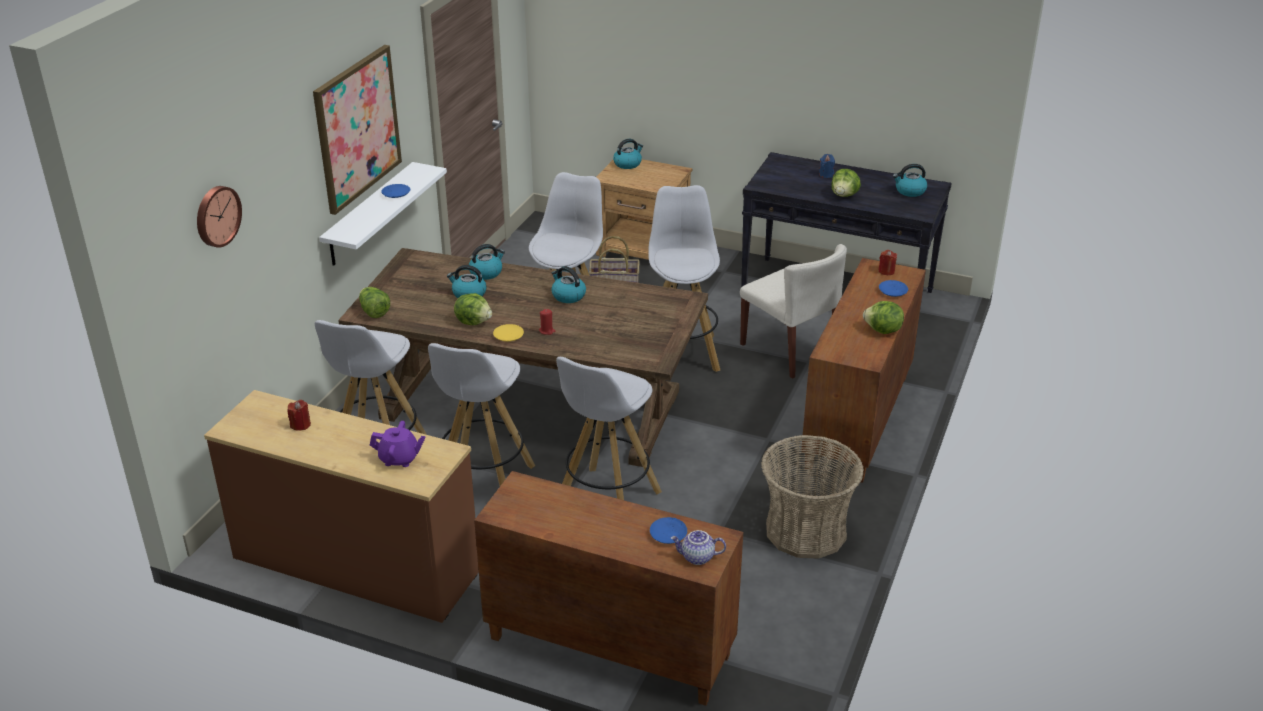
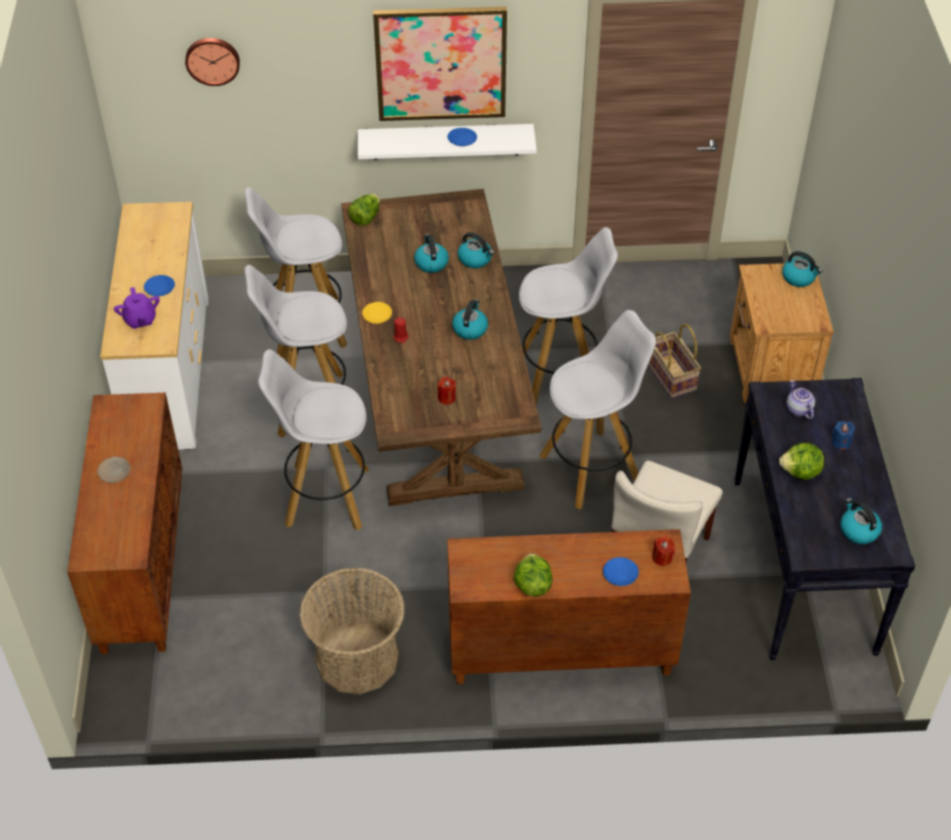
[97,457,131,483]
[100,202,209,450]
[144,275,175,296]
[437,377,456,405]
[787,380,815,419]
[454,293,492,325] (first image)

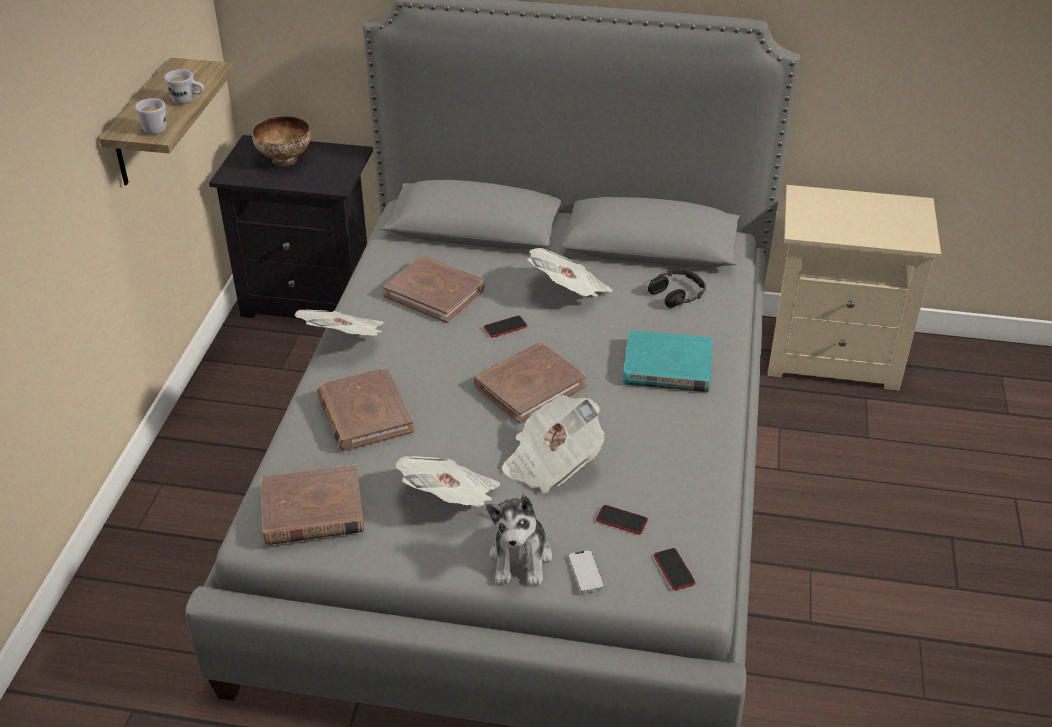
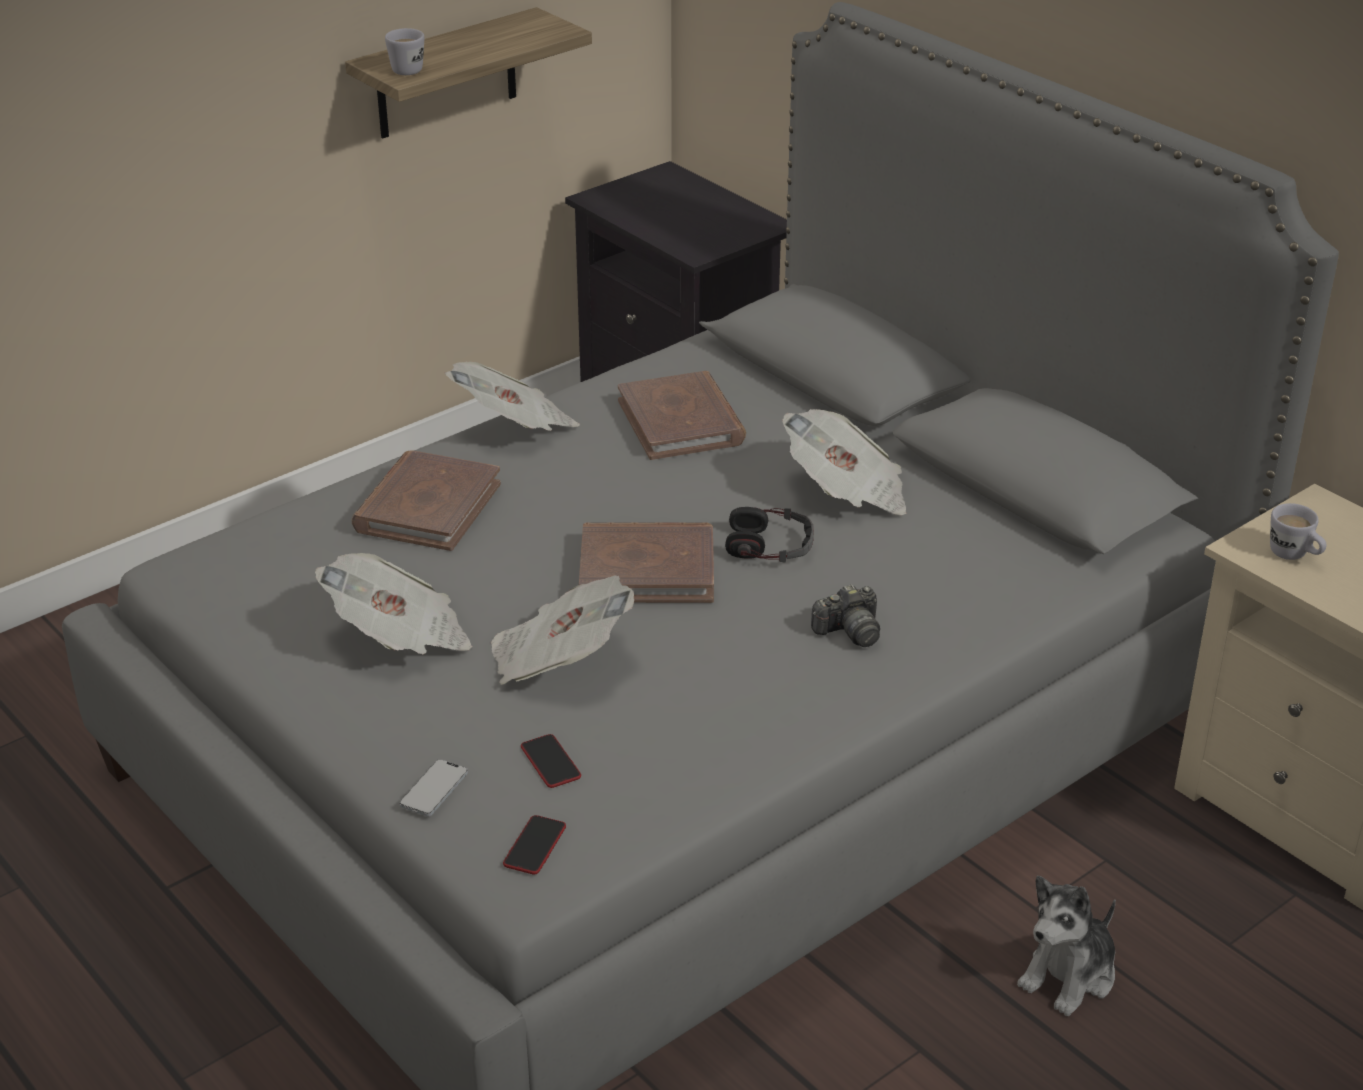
[725,507,814,563]
[811,584,880,647]
[1017,876,1116,1016]
[1270,503,1327,560]
[252,116,311,166] (first image)
[260,465,364,545] (first image)
[484,316,527,337] (first image)

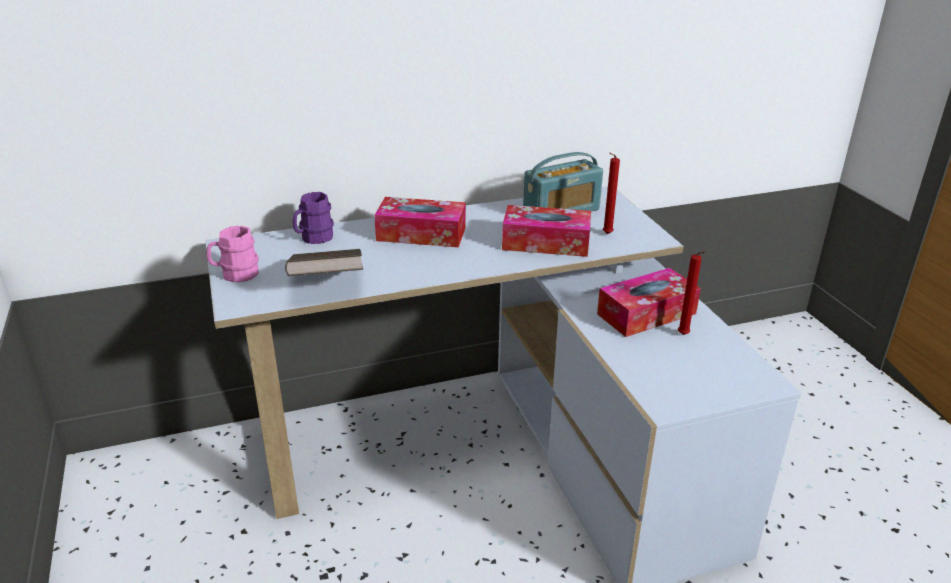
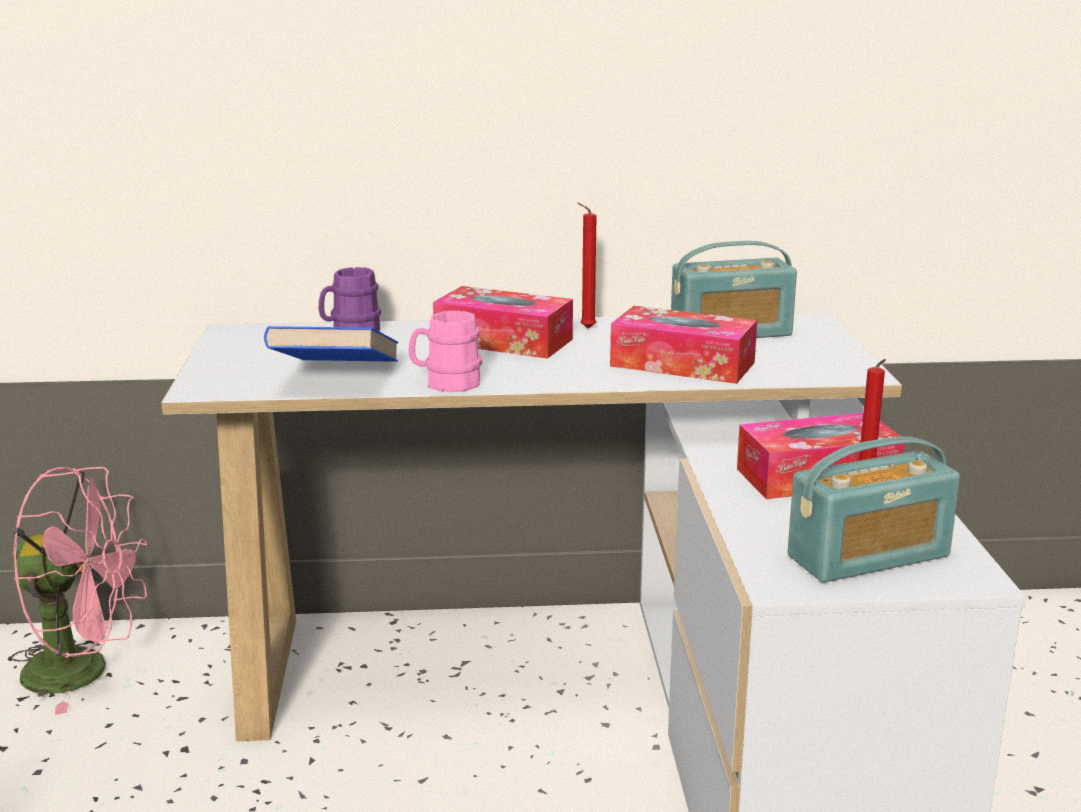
[11,467,147,715]
[264,326,398,362]
[409,311,482,392]
[577,203,597,329]
[788,436,960,583]

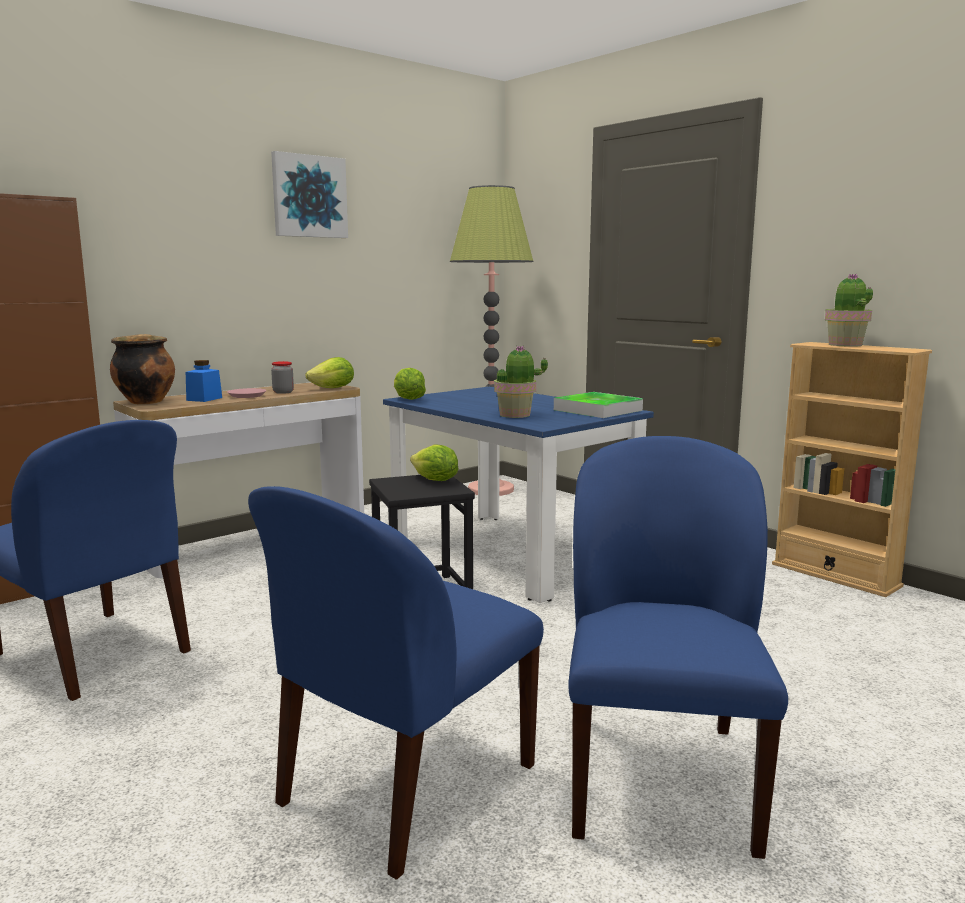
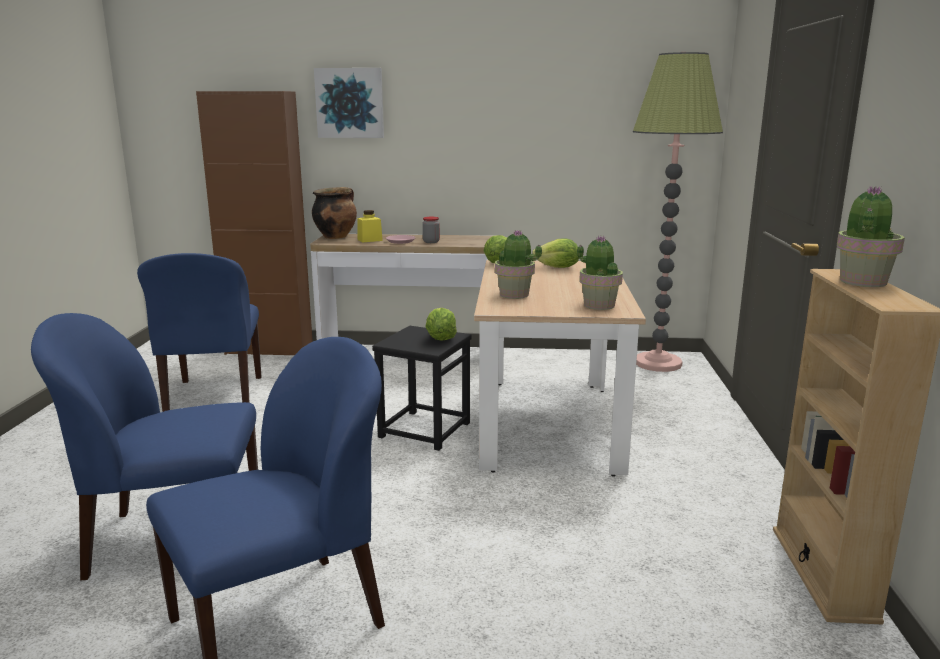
[314,68,384,138]
[358,210,383,243]
[474,260,646,477]
[532,238,579,268]
[577,235,623,310]

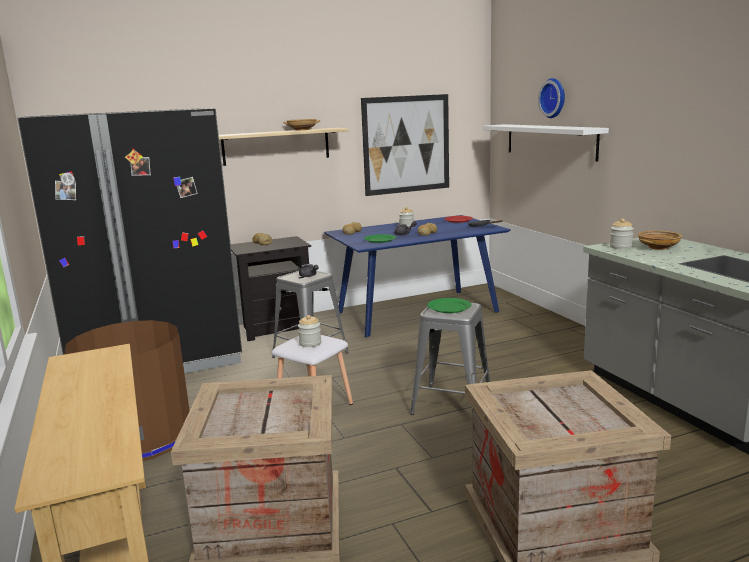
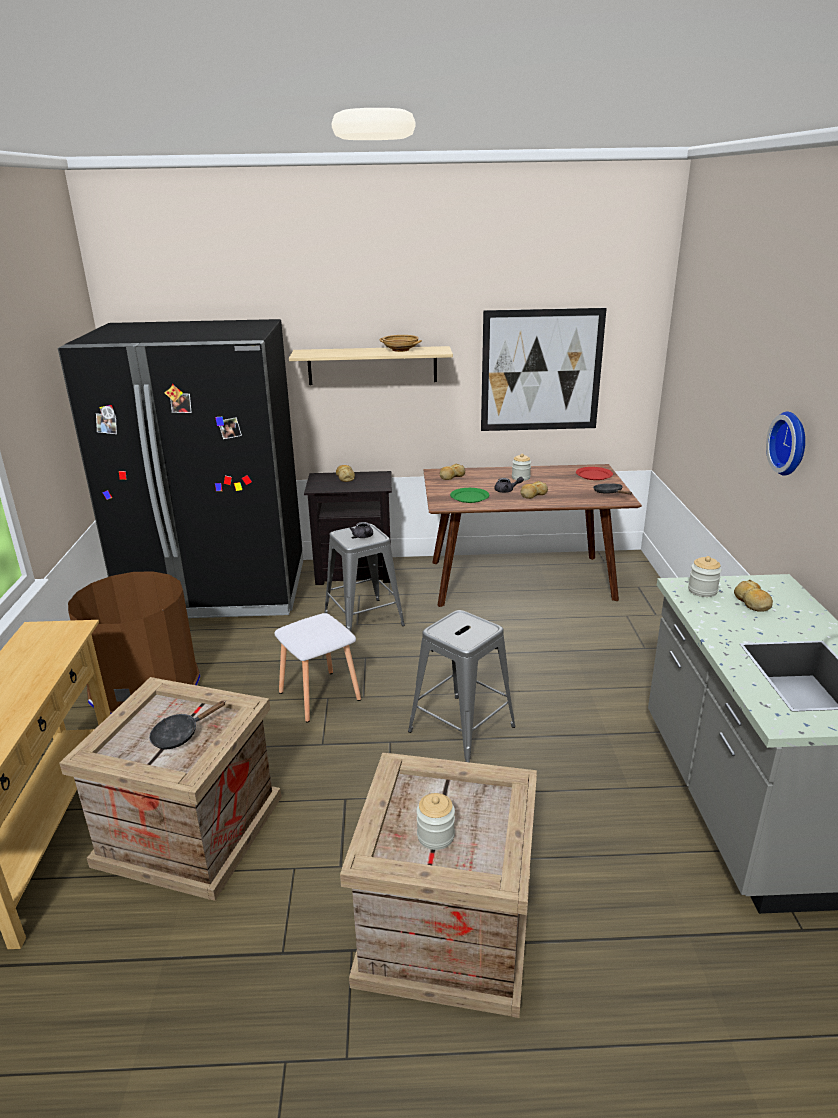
[149,701,226,749]
[416,793,455,850]
[423,464,642,607]
[734,580,773,612]
[766,412,805,476]
[427,298,472,313] (first image)
[483,124,609,162] (first image)

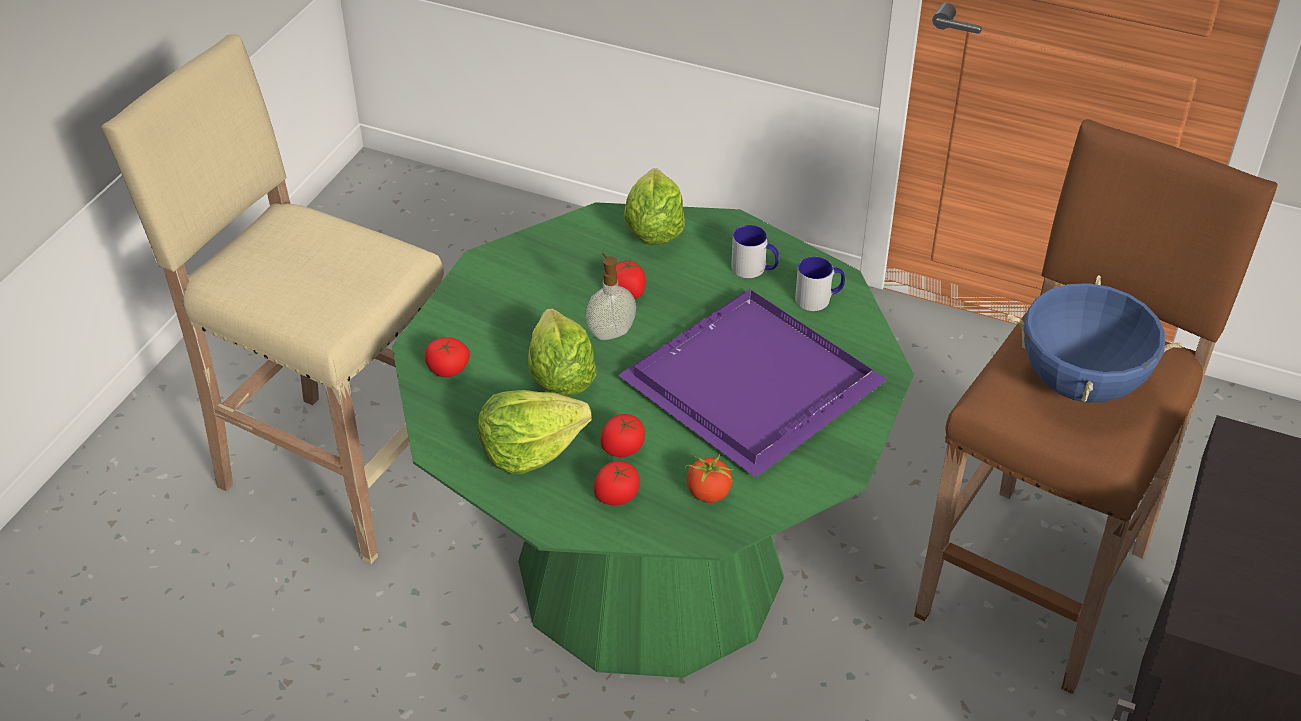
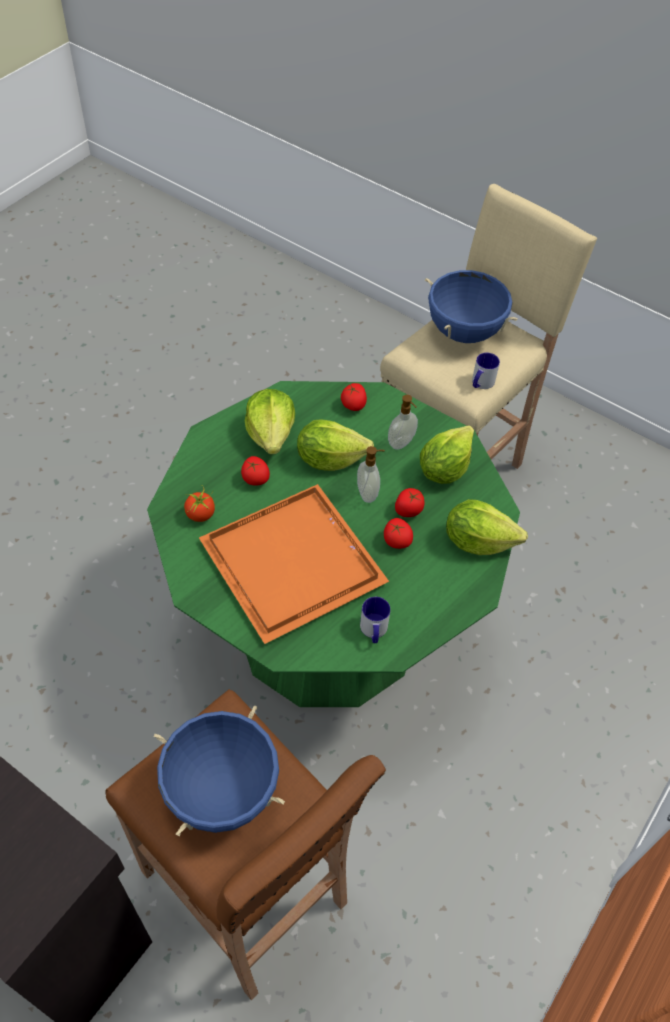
[199,484,389,644]
[384,518,413,549]
[388,395,418,450]
[420,425,474,484]
[425,270,517,343]
[472,353,500,389]

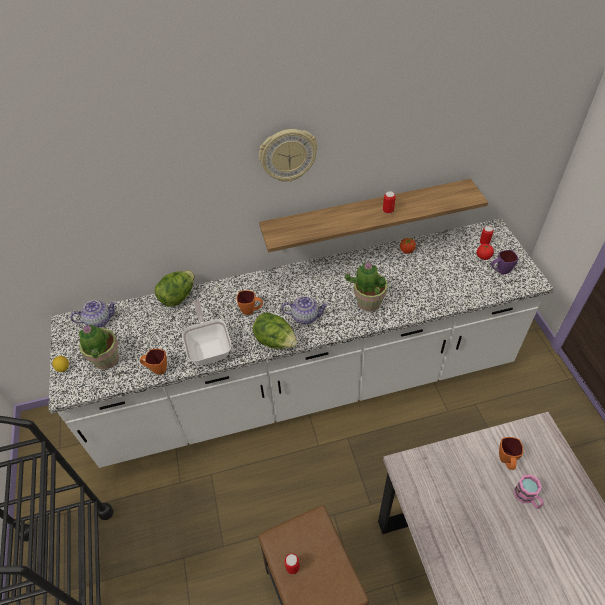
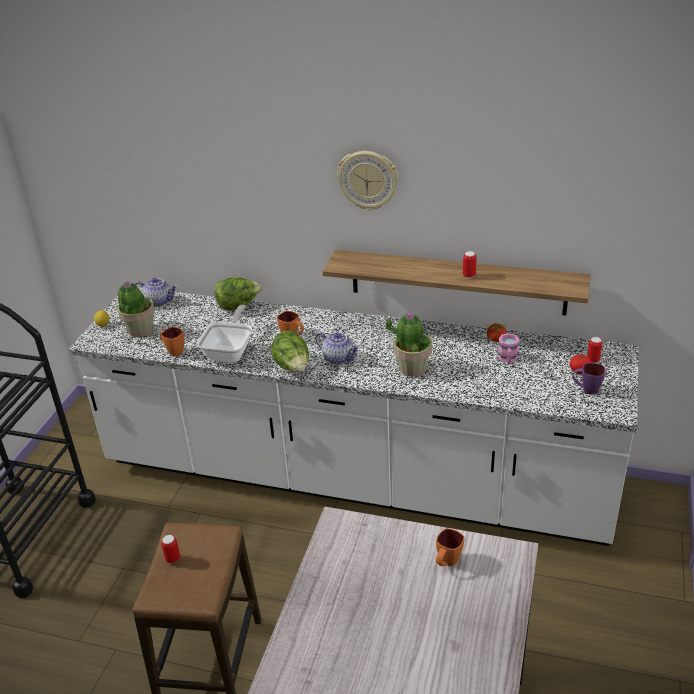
[498,333,519,364]

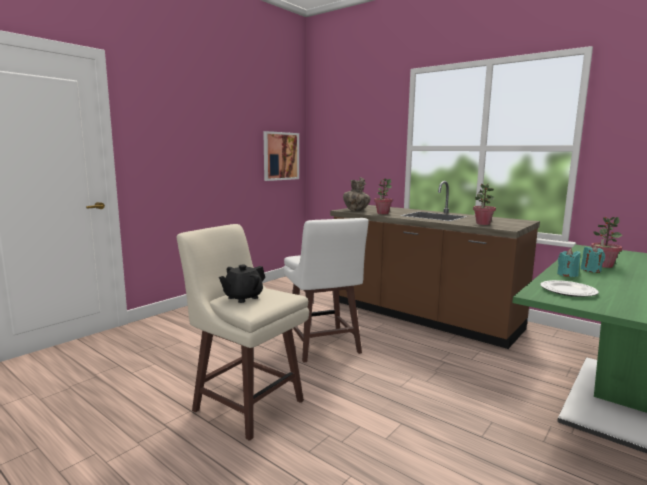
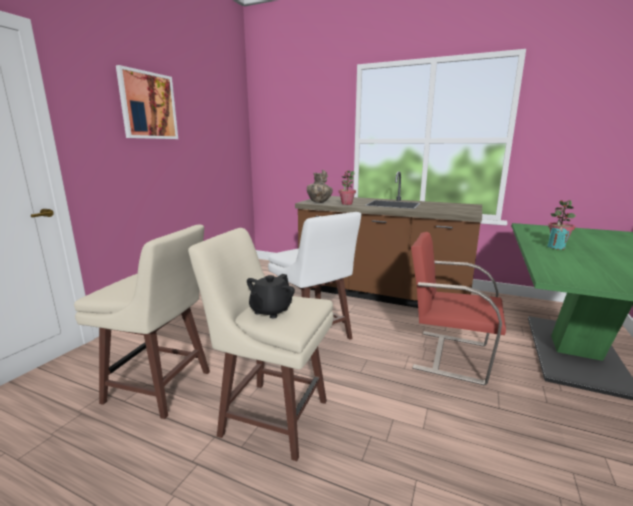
[74,225,210,419]
[116,65,178,139]
[411,232,506,385]
[473,184,496,225] (first image)
[540,280,599,297] (first image)
[557,249,580,277] (first image)

